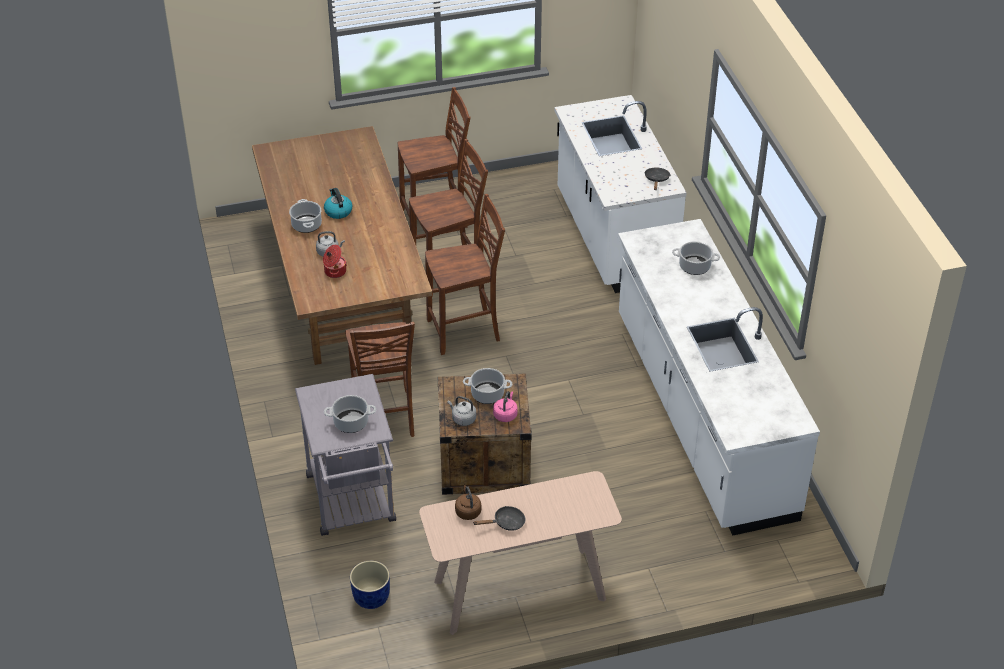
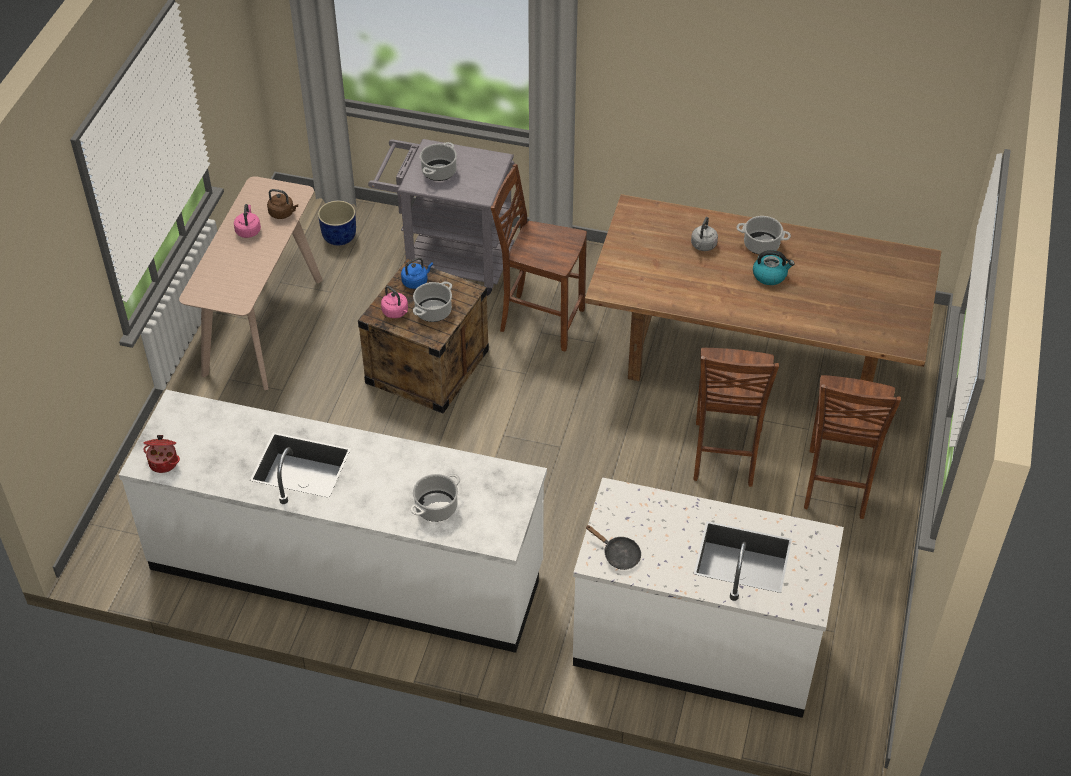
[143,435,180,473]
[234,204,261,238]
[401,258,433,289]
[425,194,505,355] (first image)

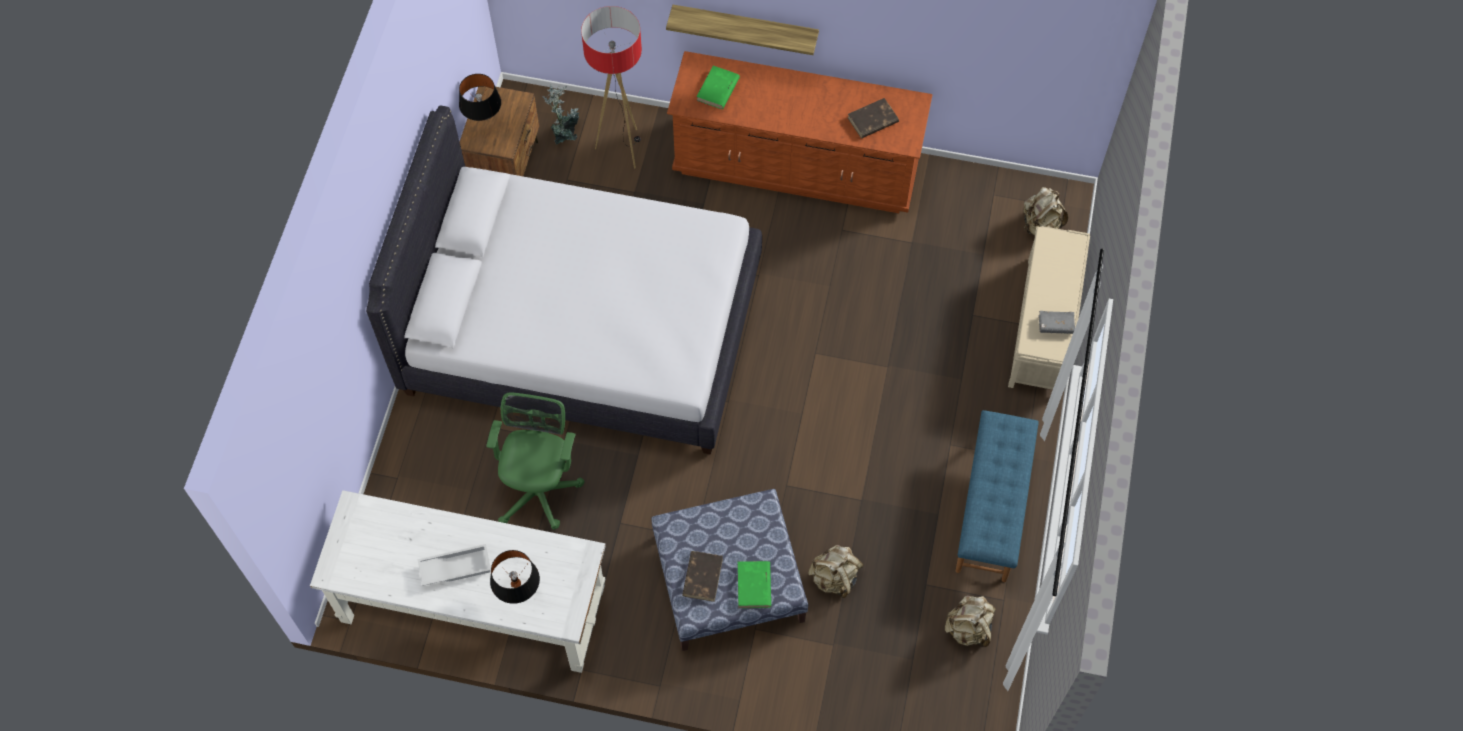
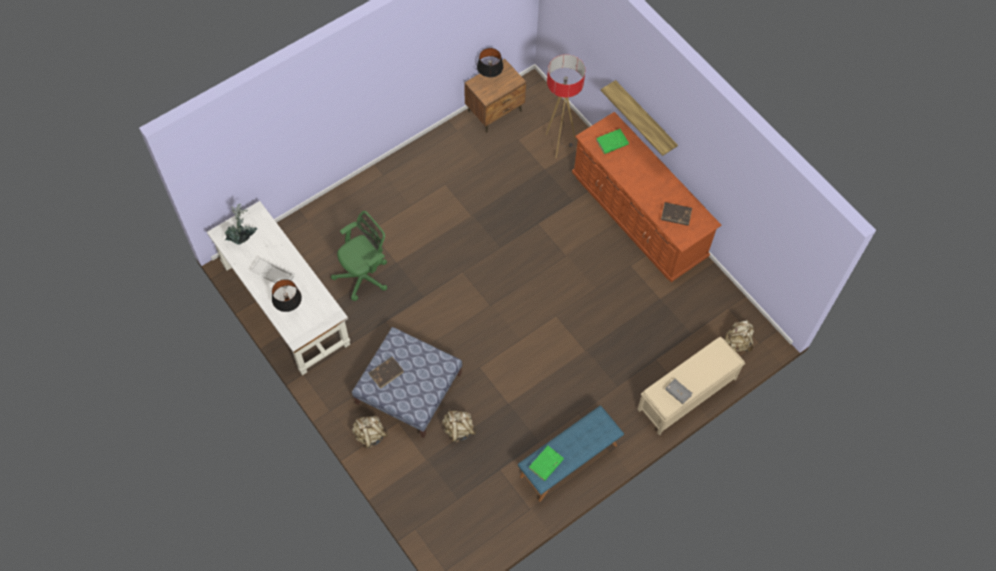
[225,203,257,245]
[352,416,388,448]
[529,446,564,481]
[366,105,762,455] (first image)

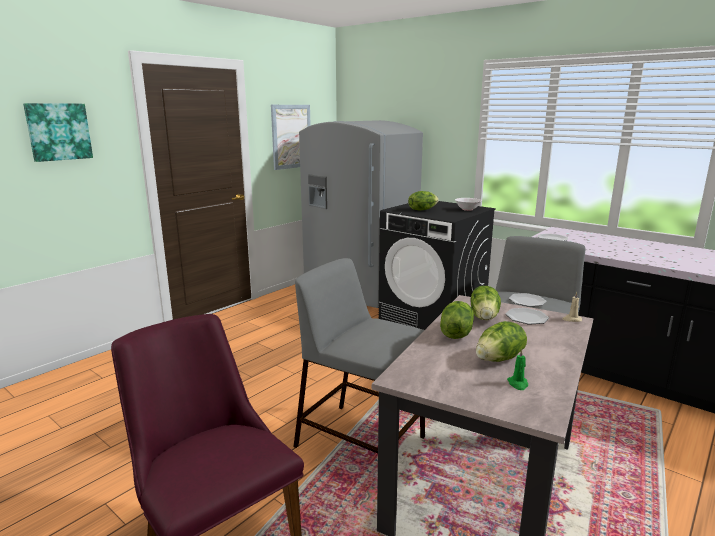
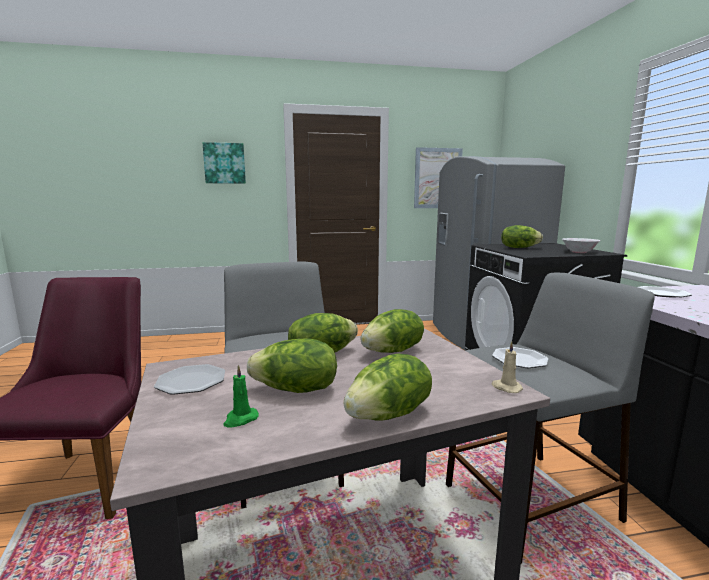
[154,364,225,395]
[344,354,432,421]

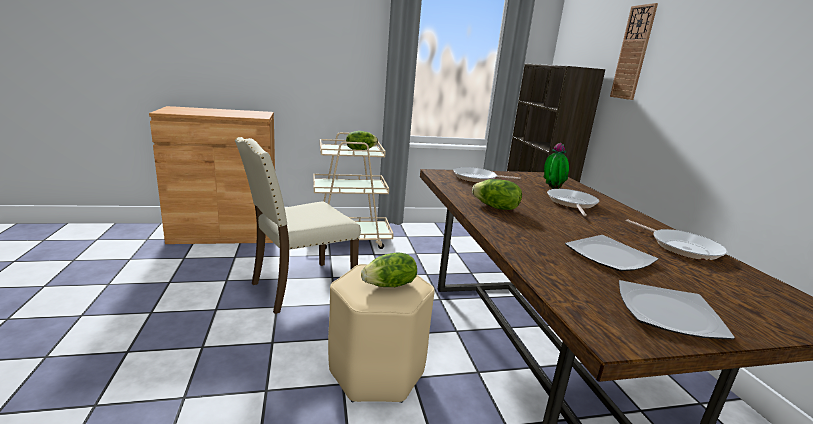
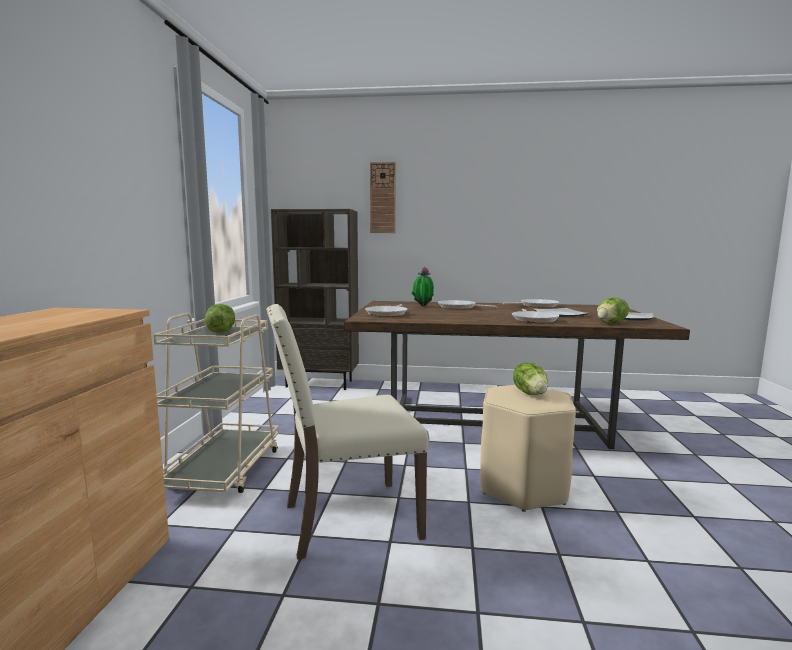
[266,304,430,560]
[512,309,559,323]
[597,297,629,323]

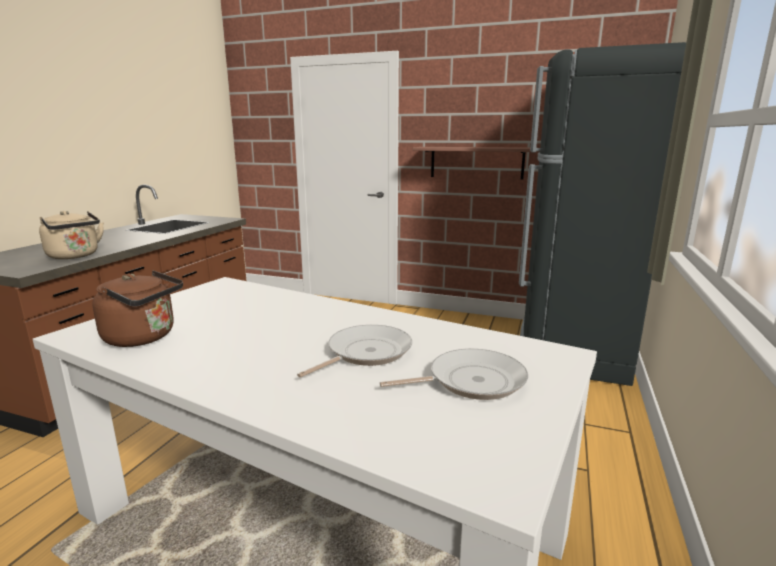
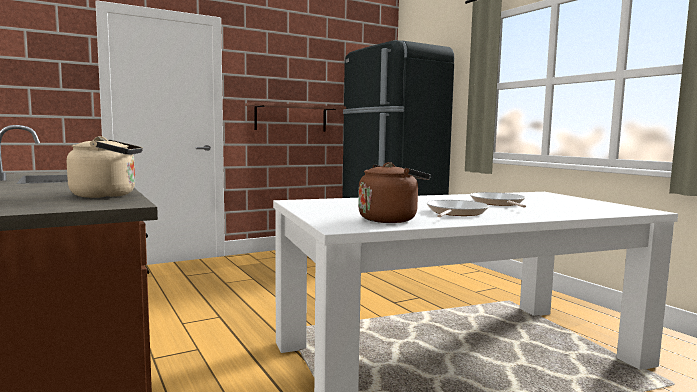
[427,200,489,217]

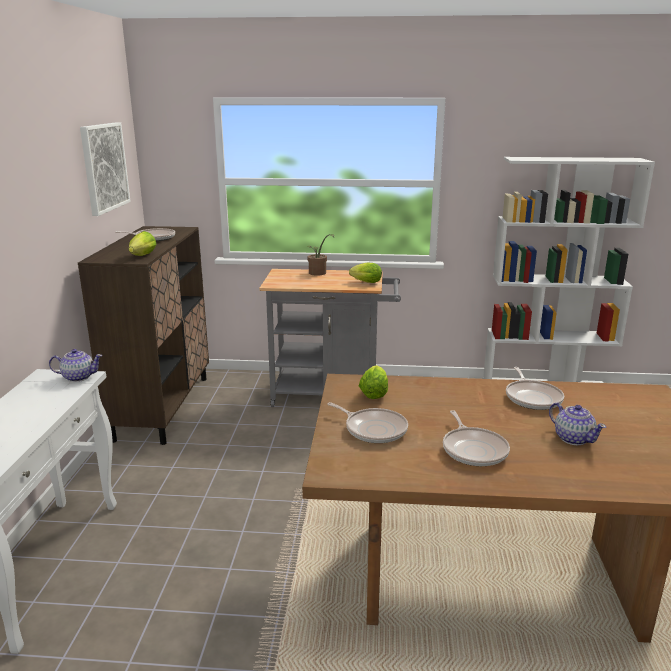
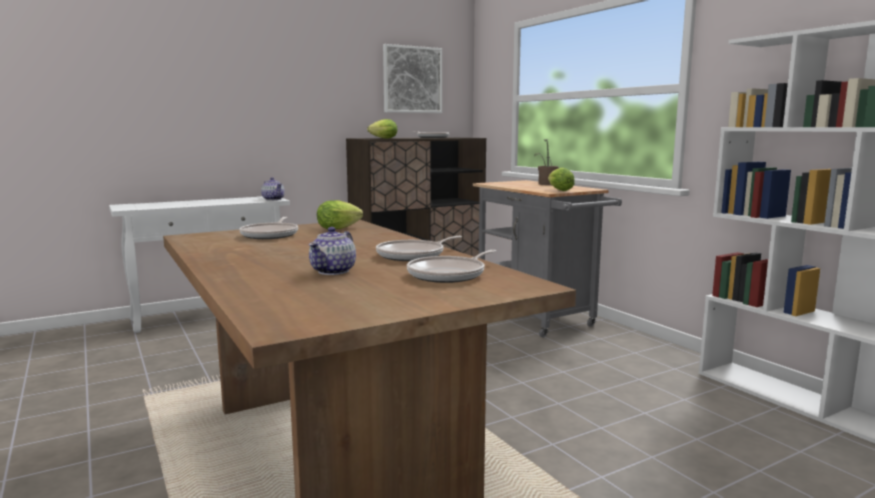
[407,250,496,283]

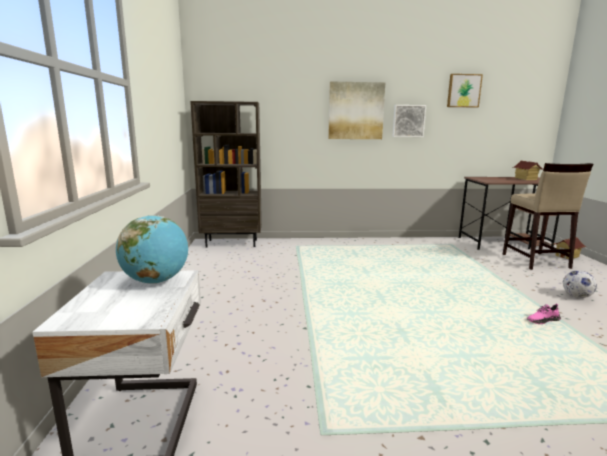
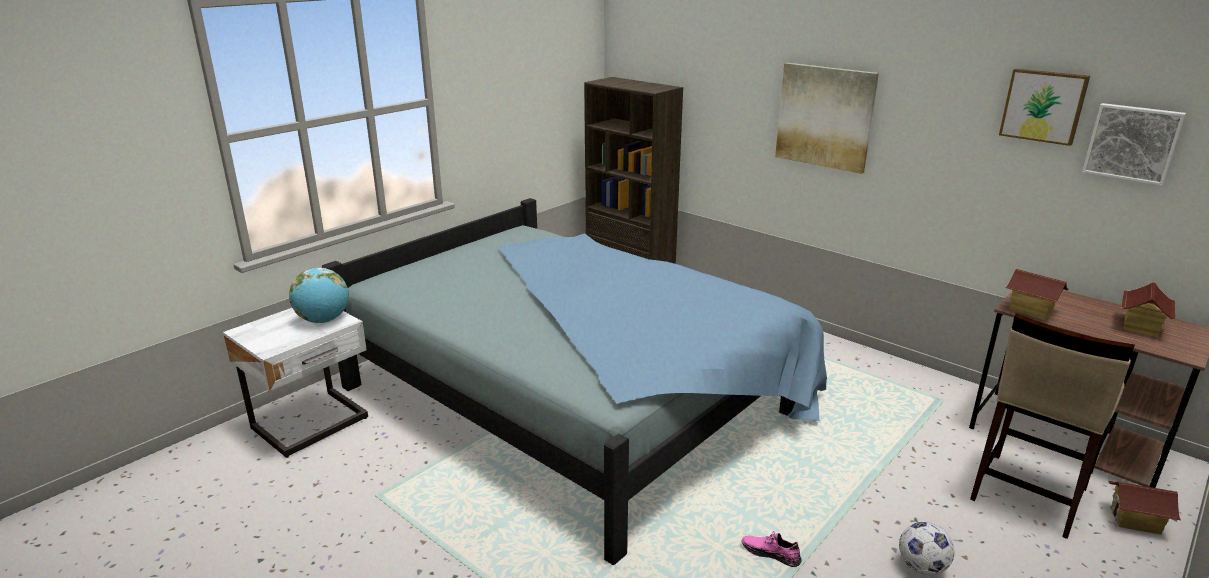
[322,198,827,565]
[1006,269,1069,320]
[1082,103,1186,186]

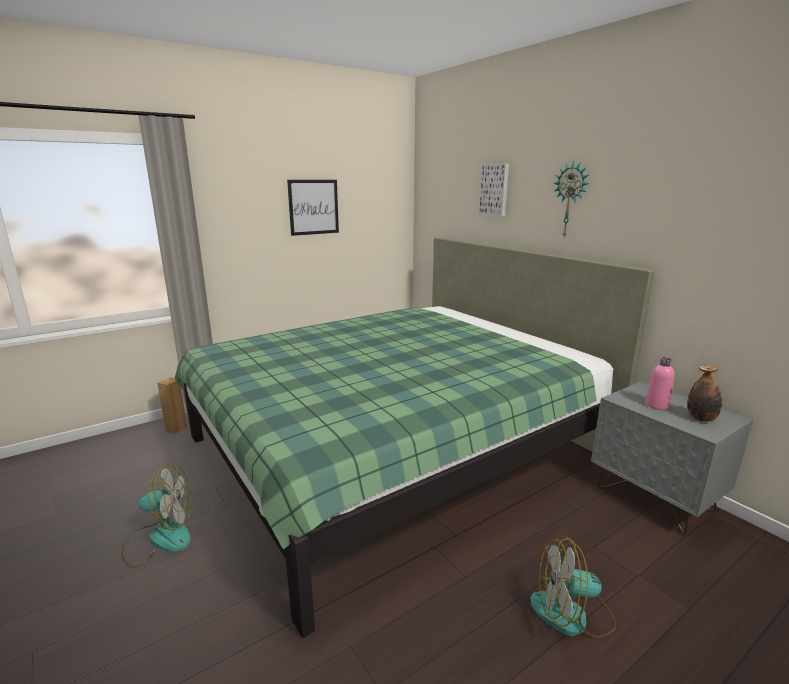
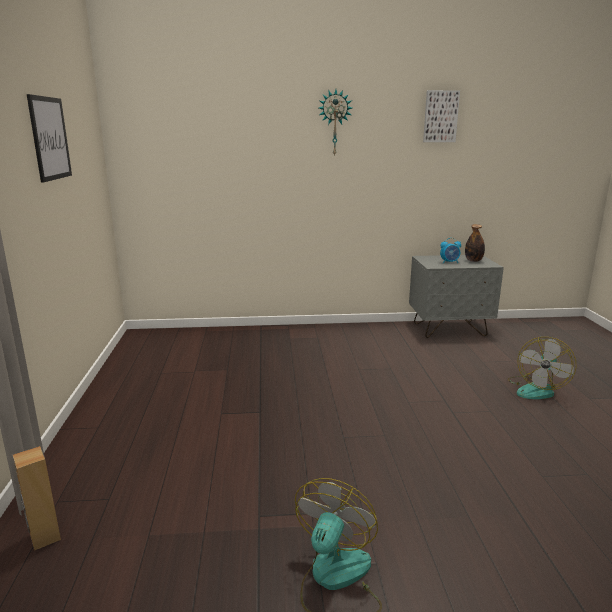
[423,90,460,142]
[440,238,461,263]
[175,237,655,638] (first image)

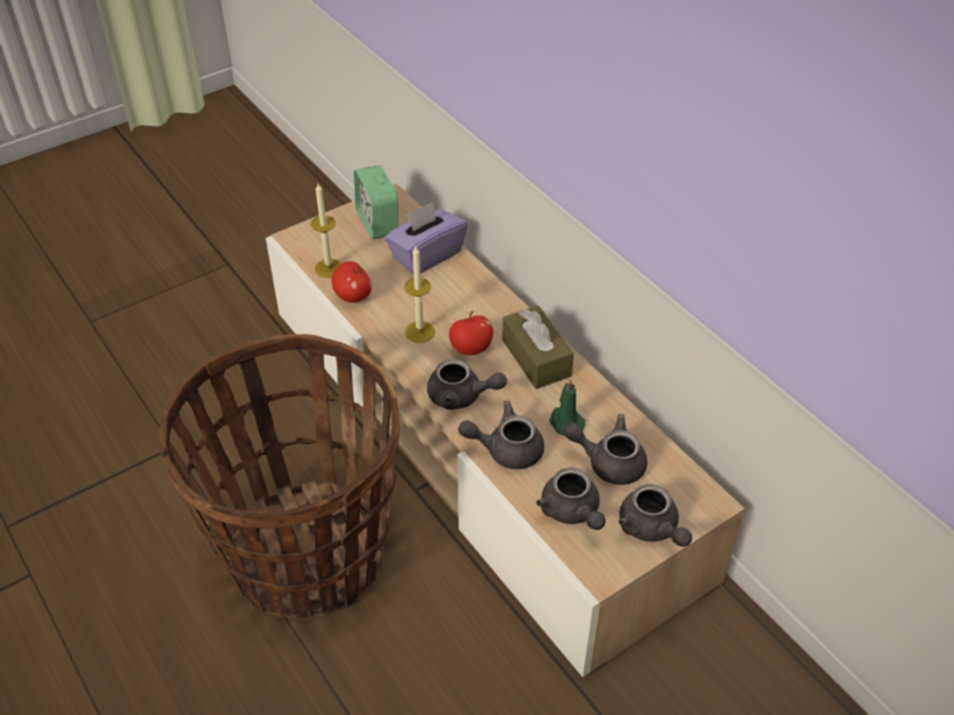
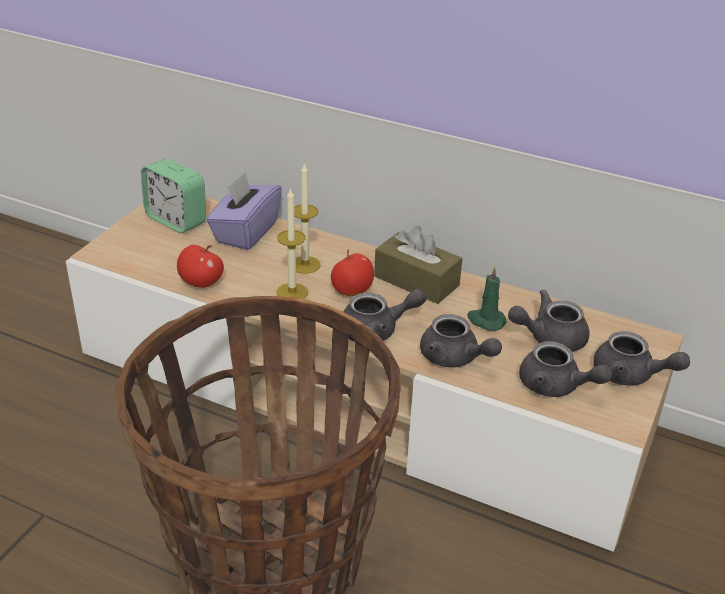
[294,162,320,274]
[420,314,502,368]

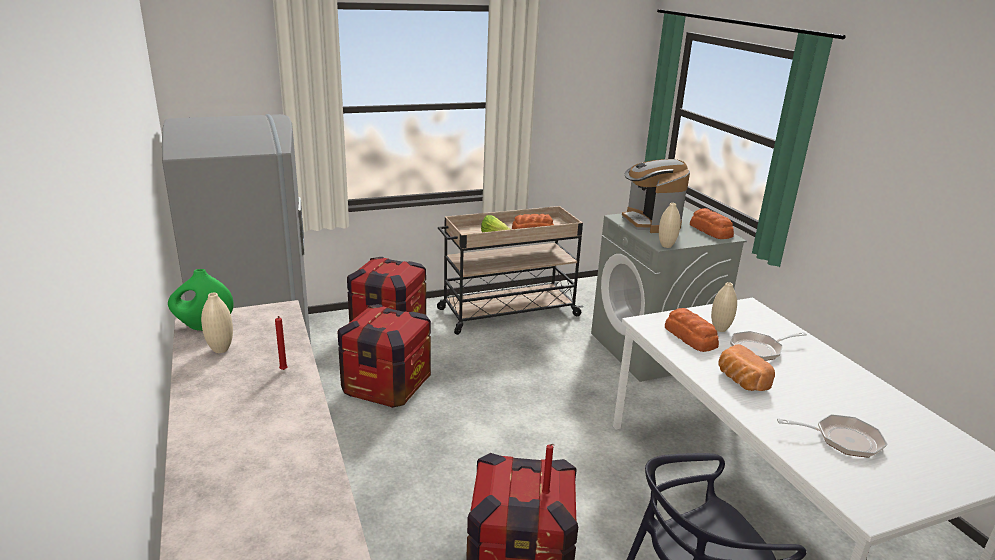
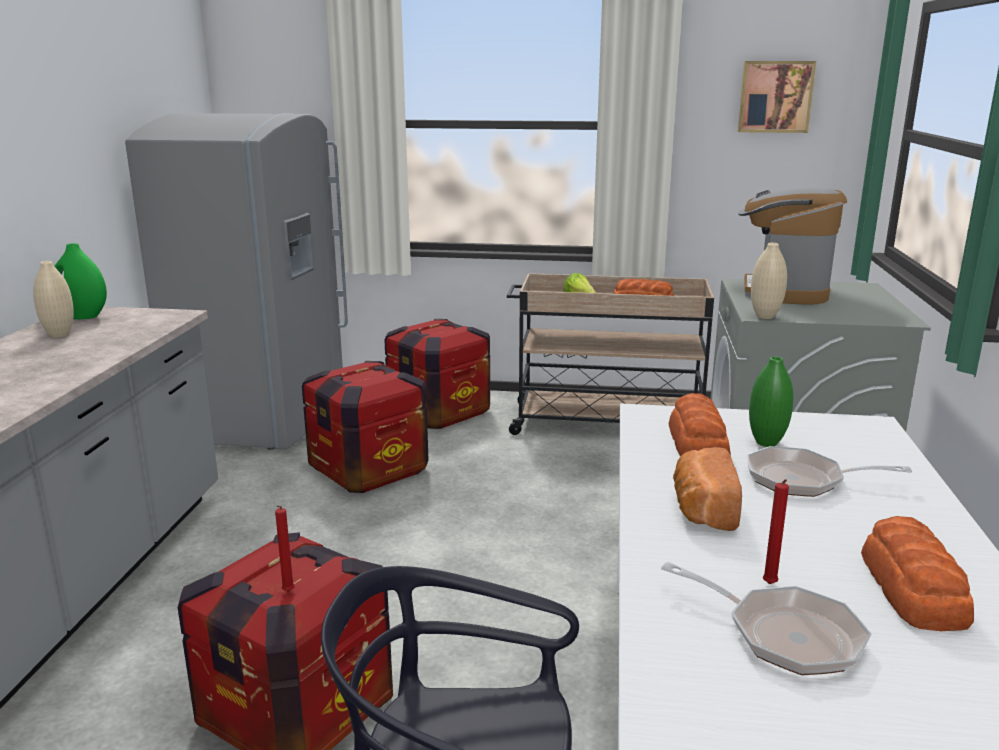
[738,61,816,133]
[749,356,794,447]
[762,479,789,584]
[861,516,974,631]

